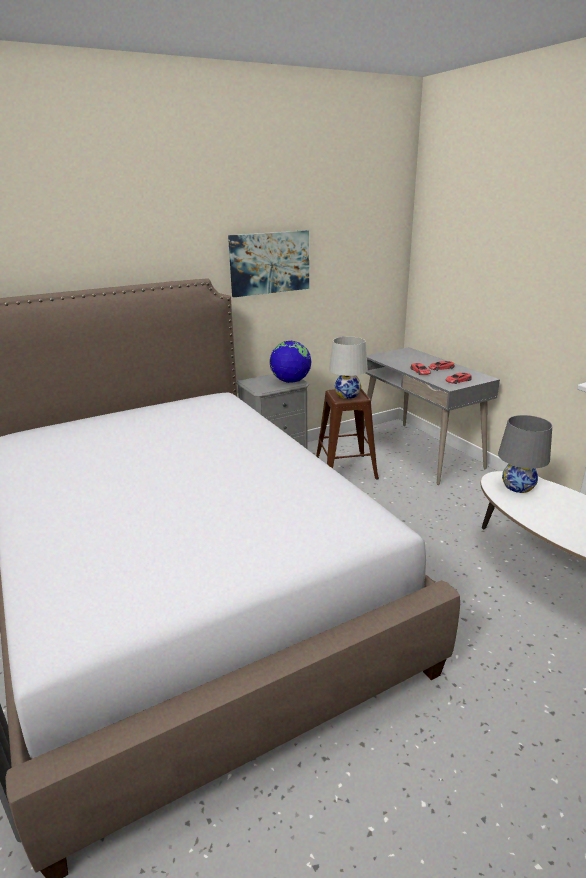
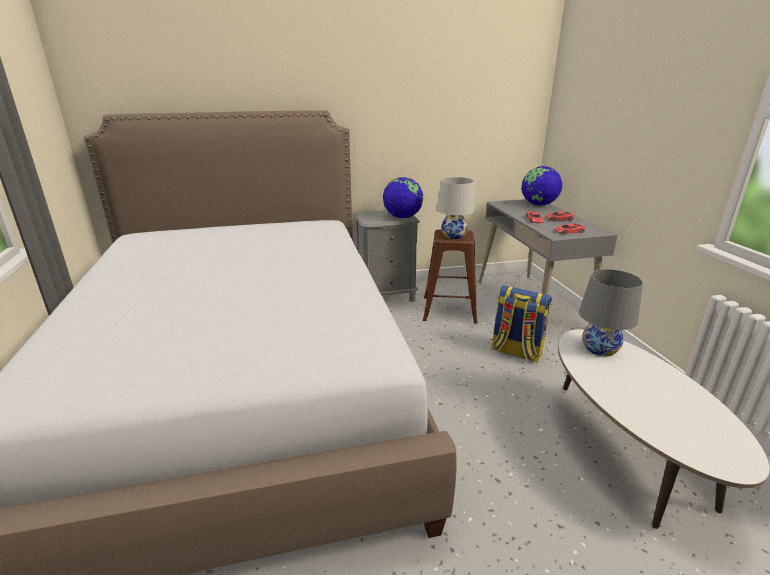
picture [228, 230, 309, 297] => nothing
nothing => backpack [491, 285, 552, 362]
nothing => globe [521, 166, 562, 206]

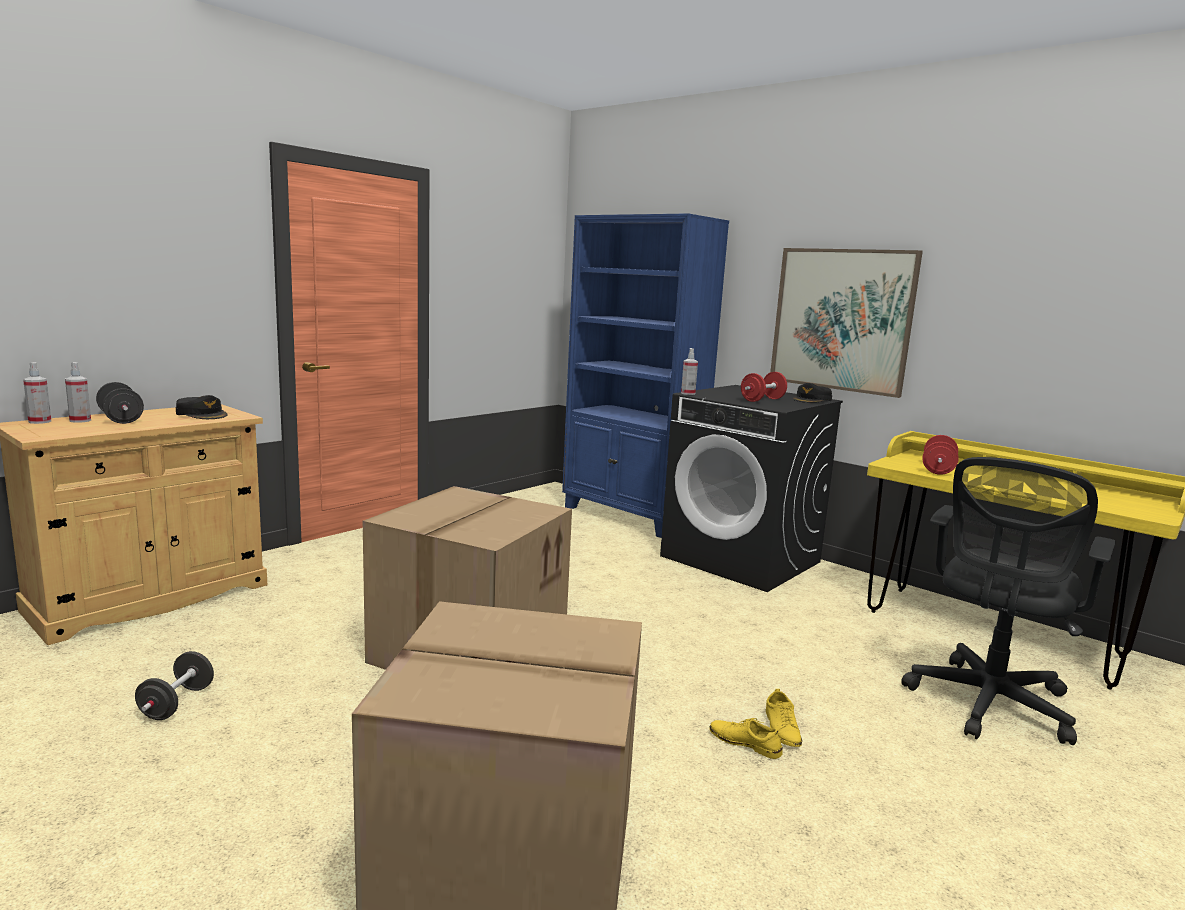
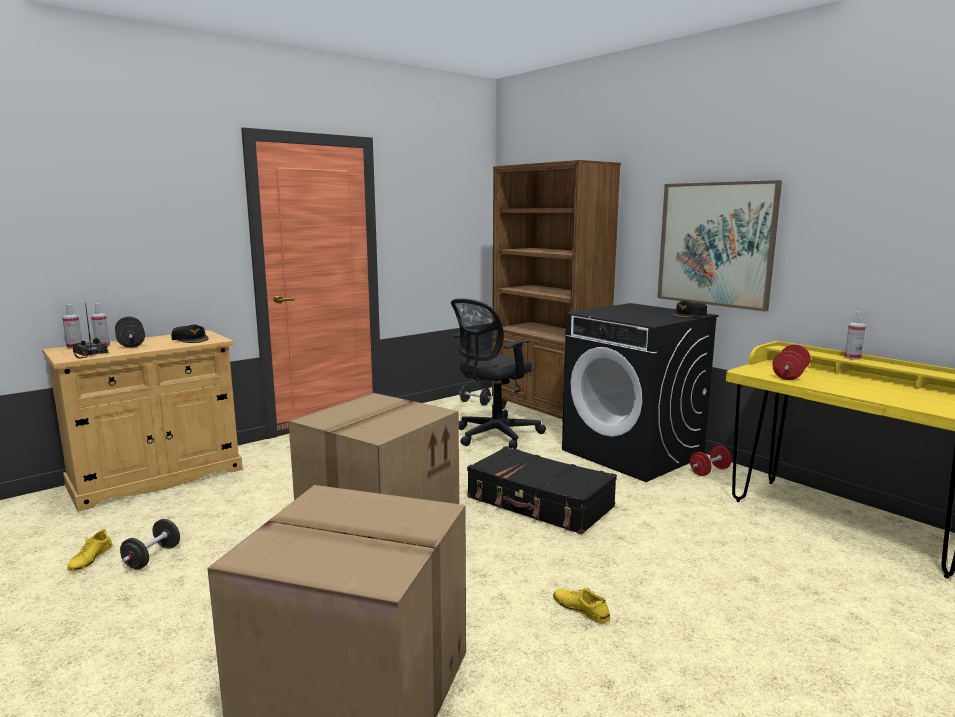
blue bookcase [562, 213, 729, 538] => brown bookcase [492, 160, 621, 422]
spray bottle [681, 348, 698, 395] => spray bottle [844, 311, 866, 360], shifted
red dumbbell [741, 372, 787, 402] => red dumbbell [690, 446, 732, 476], shifted
yellow shoe [766, 689, 802, 747] => yellow shoe [67, 529, 112, 571], shifted
black office chair [901, 457, 1116, 745] => black office chair [451, 299, 546, 449], shifted
nothing => radio [73, 303, 109, 359]
nothing => black dumbbell [459, 385, 492, 406]
nothing => black suitcase [467, 446, 617, 535]

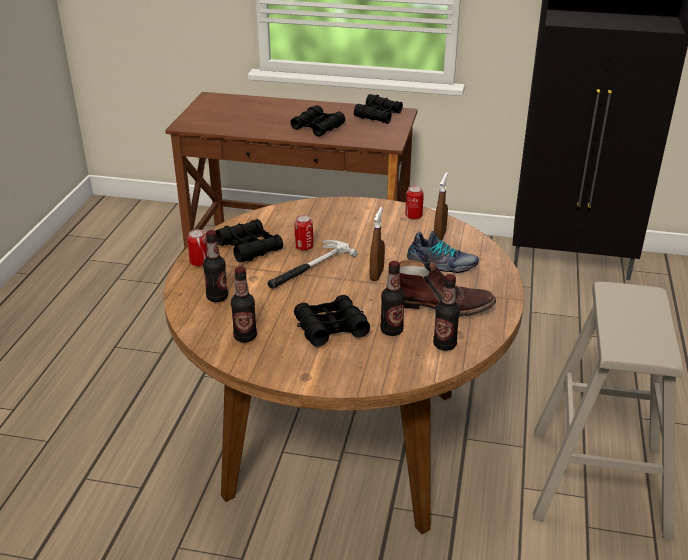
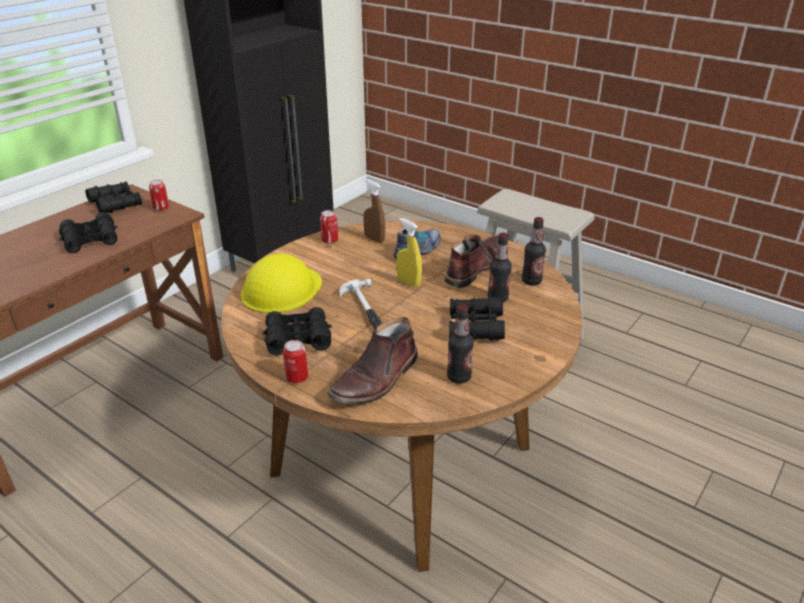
bottle [203, 230, 228, 302] => brown boot [327, 317, 418, 405]
can [295, 215, 313, 251] => can [149, 180, 169, 211], shifted
brown spray bottle [370, 207, 385, 281] => yellow spray bottle [396, 218, 422, 288]
nothing => yellow hard hat [241, 254, 322, 313]

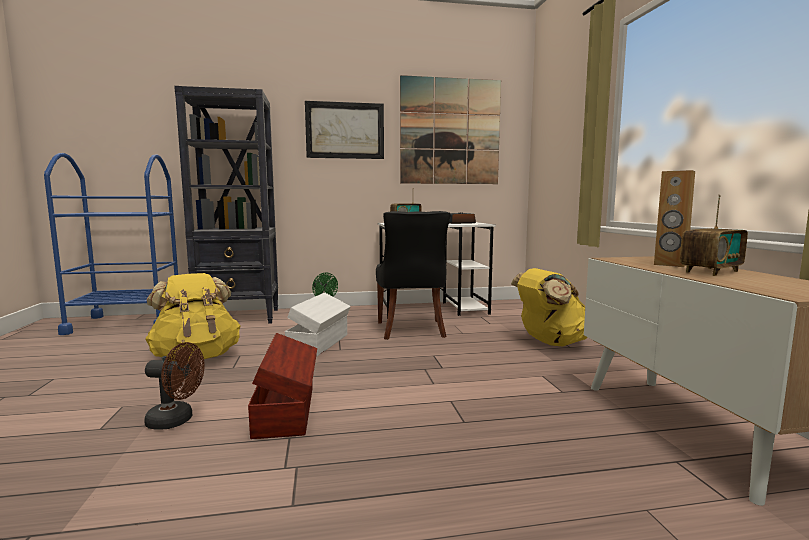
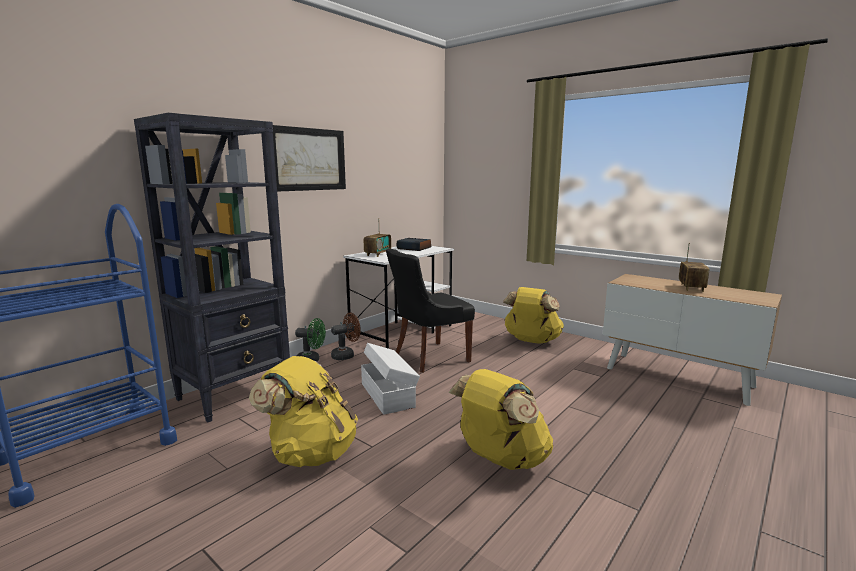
brown fan [144, 342, 205, 430] => brown fan [331, 313, 361, 360], shifted
brown storage box [248, 333, 317, 439] => yellow backpack [448, 369, 553, 470]
black chair [376, 211, 451, 340] => black chair [386, 249, 475, 373], 105 degrees clockwise
picture [400, 75, 501, 184] => nothing
brown speaker [654, 170, 695, 267] => nothing

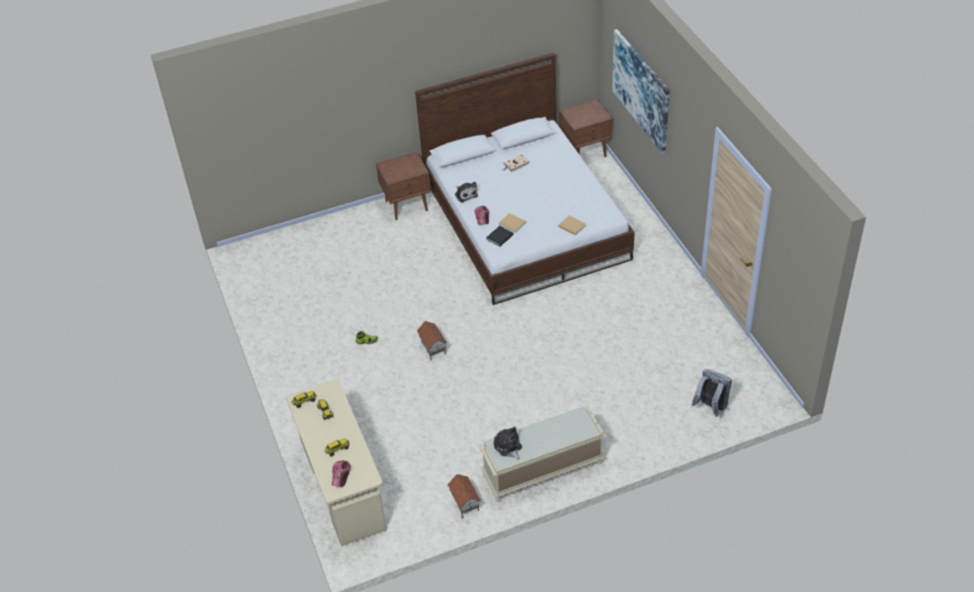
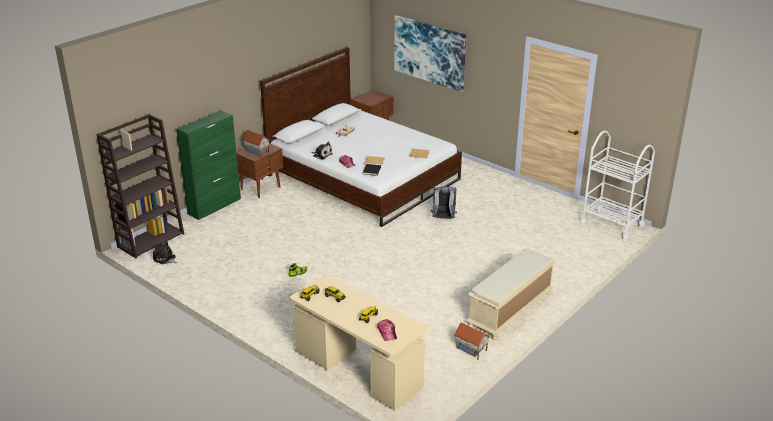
toy house [417, 321, 447, 360] => toy house [242, 130, 270, 158], shifted
plush toy [494, 427, 522, 460] => plush toy [153, 241, 177, 264], shifted
grey backpack [691, 370, 732, 417] => grey backpack [431, 187, 457, 219], shifted
nothing => brown bookcase [96, 114, 184, 258]
nothing => green cabinet [176, 111, 241, 220]
nothing => white cart [579, 130, 655, 242]

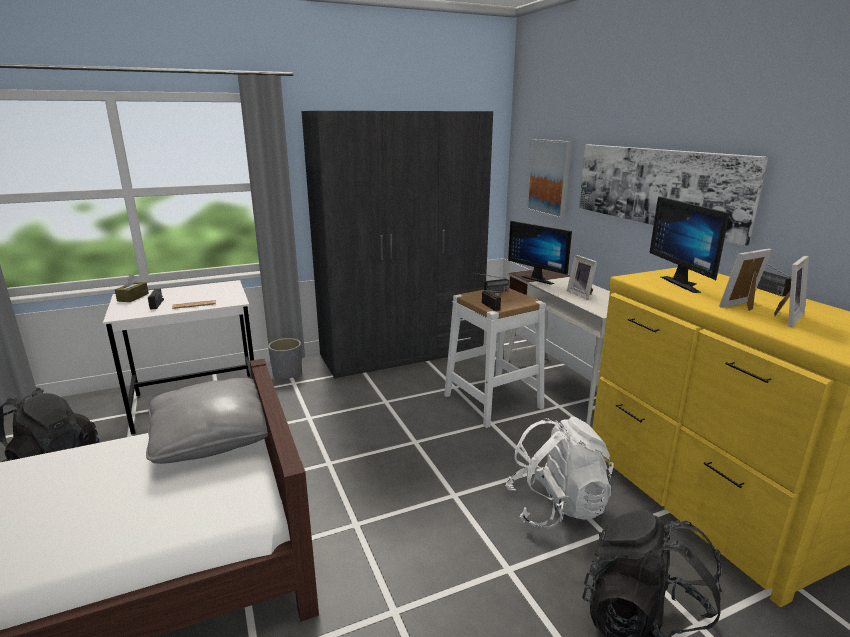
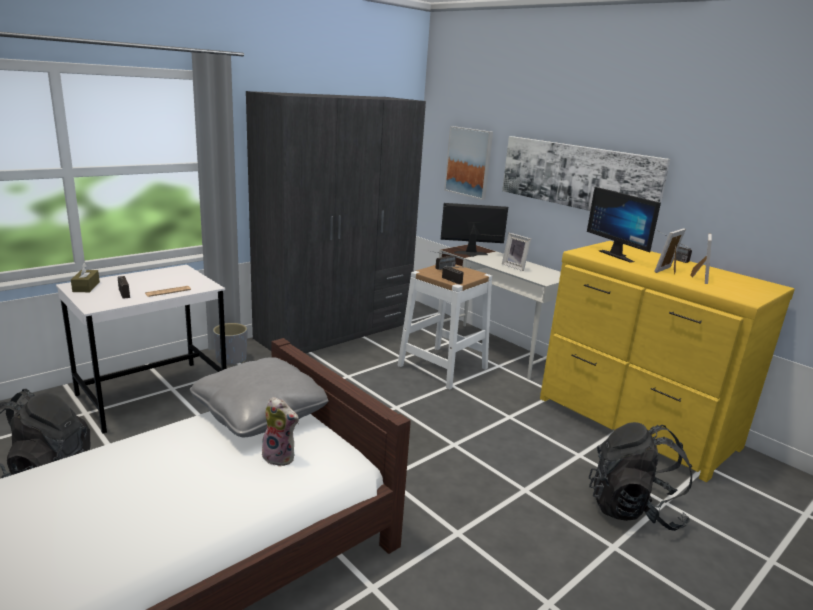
white backpack [505, 416, 614, 529] => nothing
monitor [508, 221, 572, 285] => monitor [440, 203, 508, 257], 150 degrees clockwise
nothing => plush toy [262, 397, 299, 467]

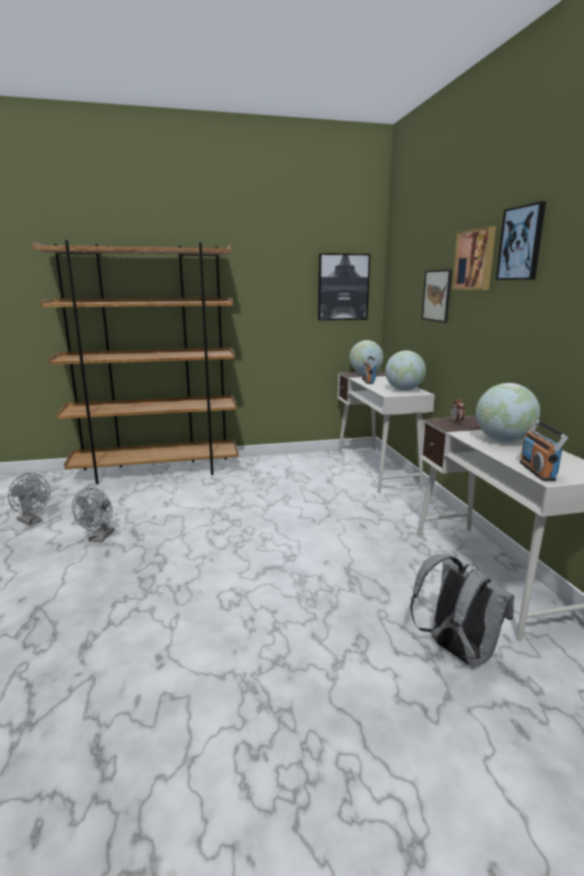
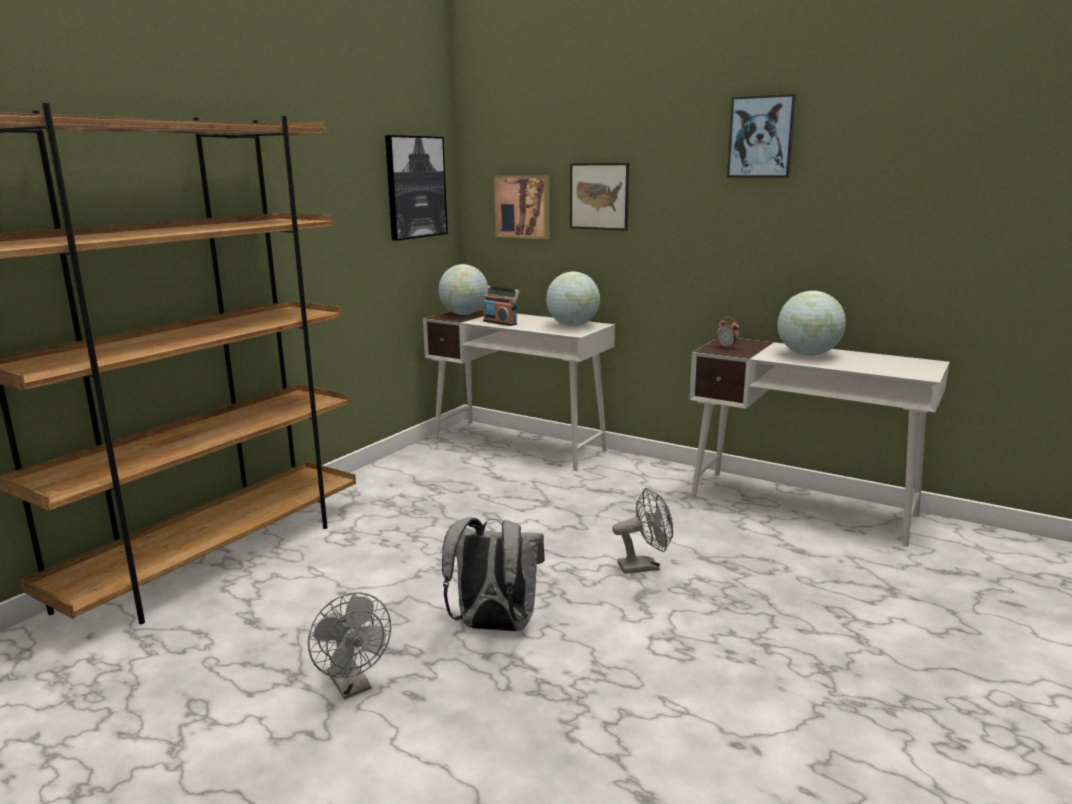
grey fan [8, 473, 50, 526] => grey fan [612, 488, 673, 574], shifted
grey backpack [410, 554, 515, 667] => grey backpack [442, 517, 545, 631], shifted
picture [452, 226, 496, 290] => picture [494, 175, 550, 239], shifted
radio [520, 420, 568, 481] => nothing

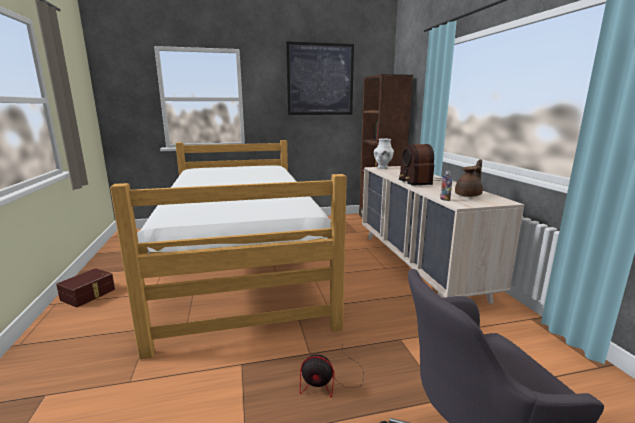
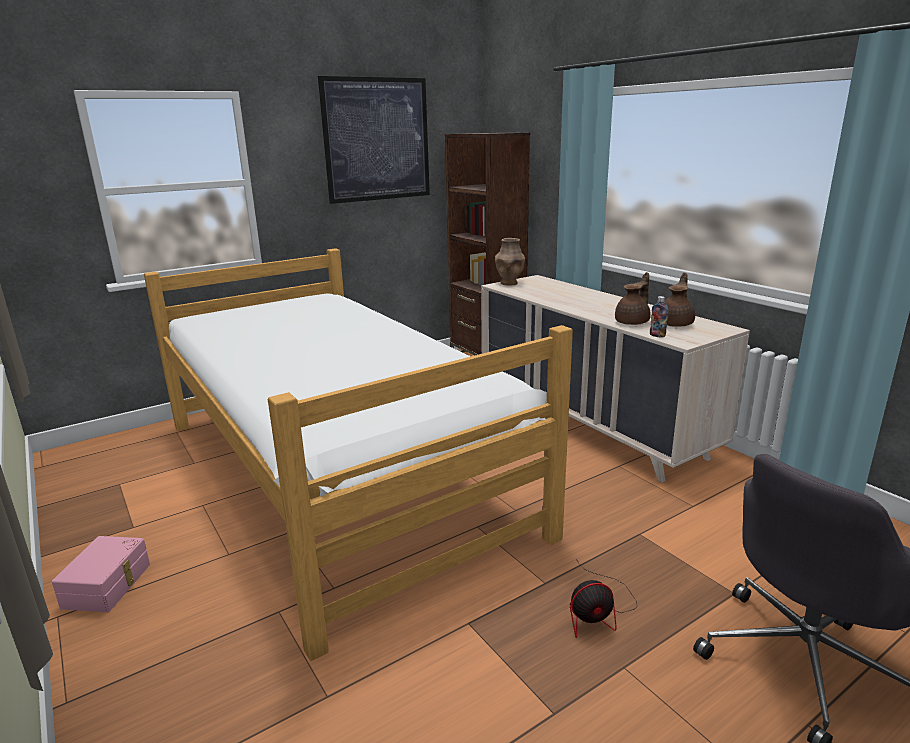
brown storage box [56, 268, 115, 307] => pink storage box [52, 536, 150, 612]
white vase [374, 138, 394, 169] => brown vase [495, 238, 525, 286]
radio [399, 144, 442, 186] => nothing
nothing => brown teapot [615, 272, 651, 325]

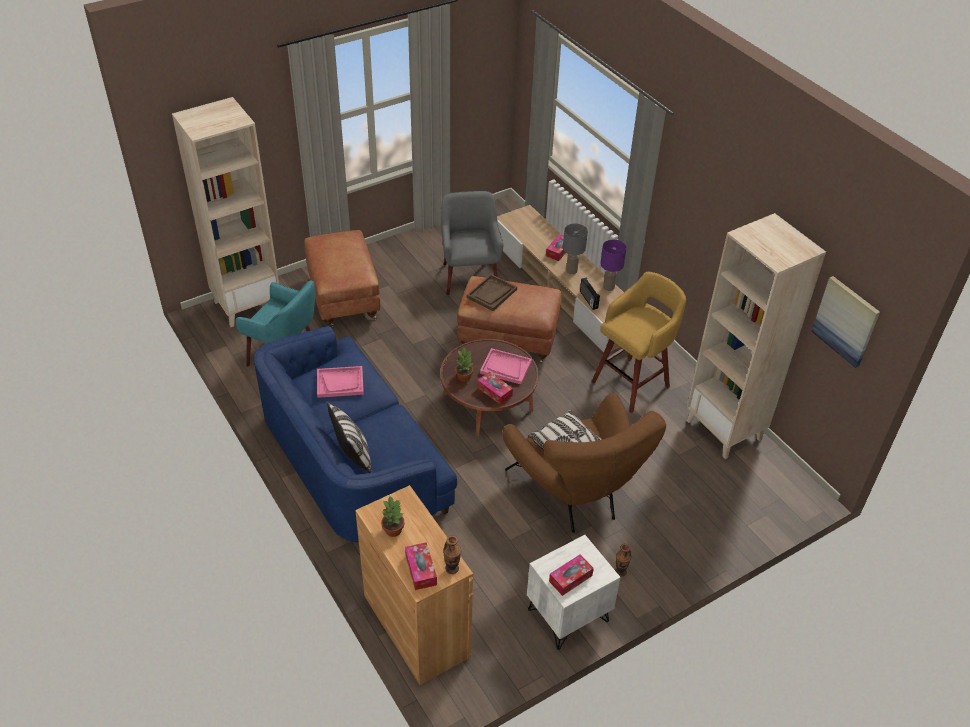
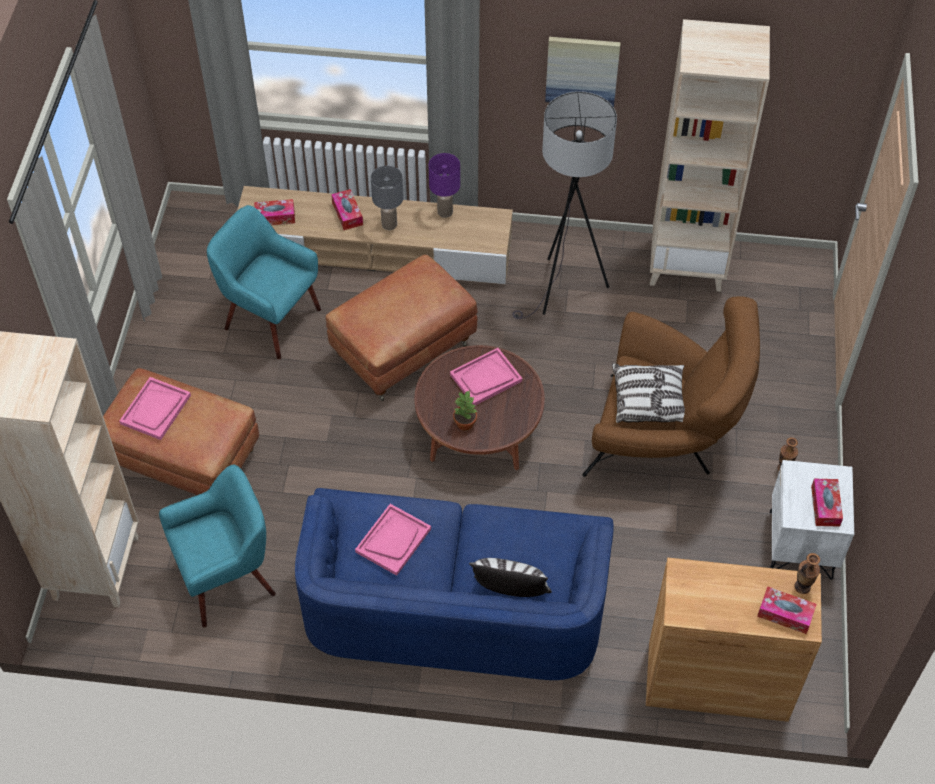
potted plant [381, 497, 404, 537] => nothing
grey armchair [441, 191, 503, 295] => turquoise armchair [207, 205, 321, 359]
brown tray [467, 274, 517, 311] => nothing
tissue box [477, 372, 513, 405] => tissue box [254, 199, 295, 225], shifted
radio [580, 278, 600, 310] => nothing
yellow stool [592, 272, 686, 413] => grey floor lamp [513, 91, 617, 319]
picture [811, 276, 880, 368] => picture [545, 37, 621, 107], shifted
nothing => pink tray [119, 377, 191, 440]

